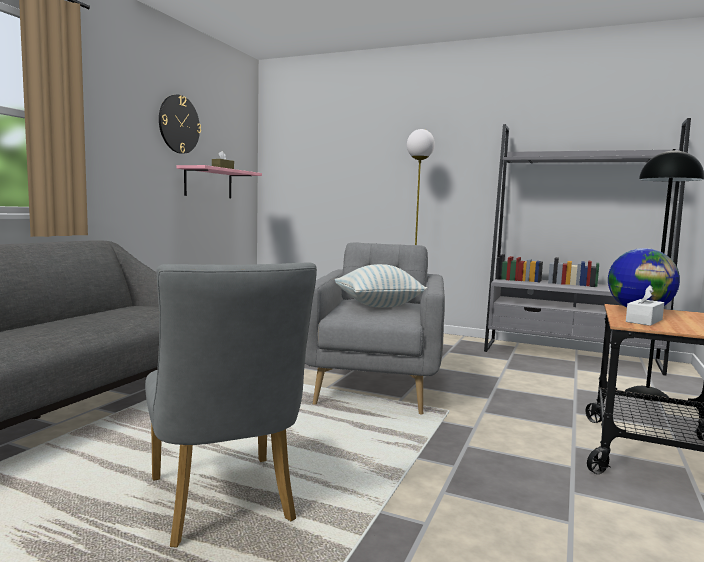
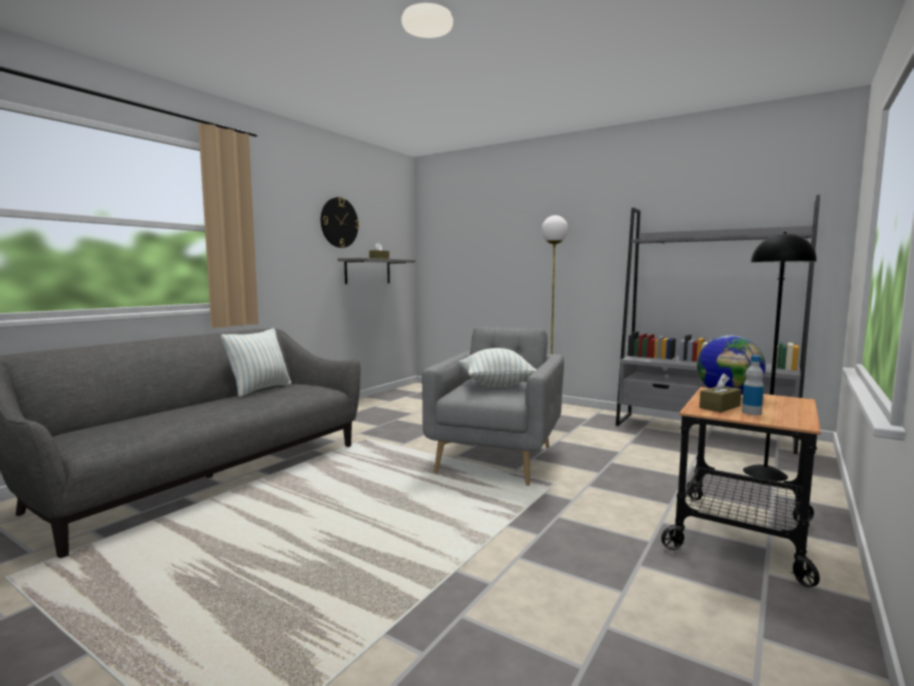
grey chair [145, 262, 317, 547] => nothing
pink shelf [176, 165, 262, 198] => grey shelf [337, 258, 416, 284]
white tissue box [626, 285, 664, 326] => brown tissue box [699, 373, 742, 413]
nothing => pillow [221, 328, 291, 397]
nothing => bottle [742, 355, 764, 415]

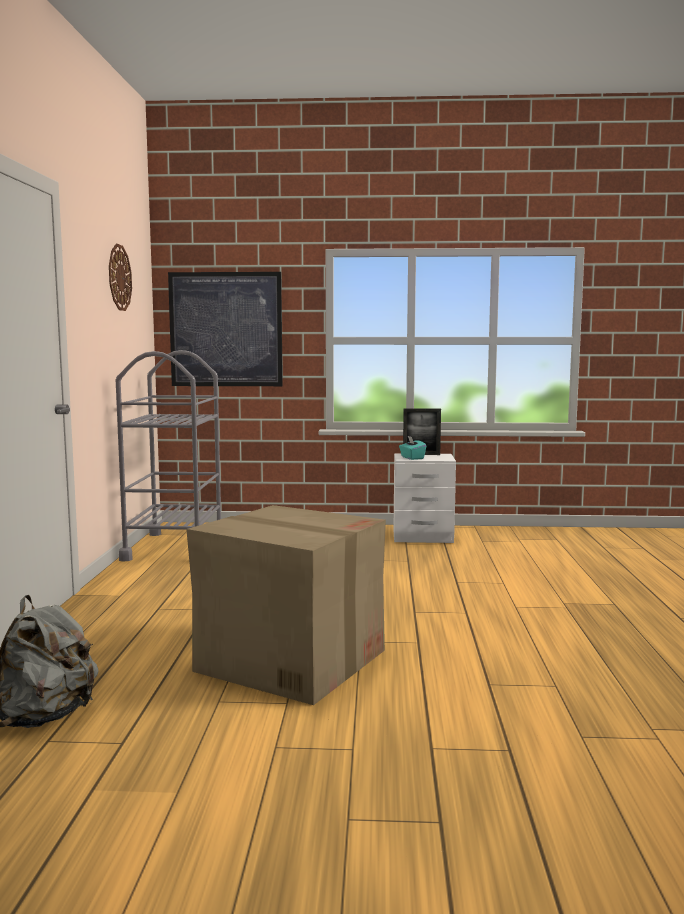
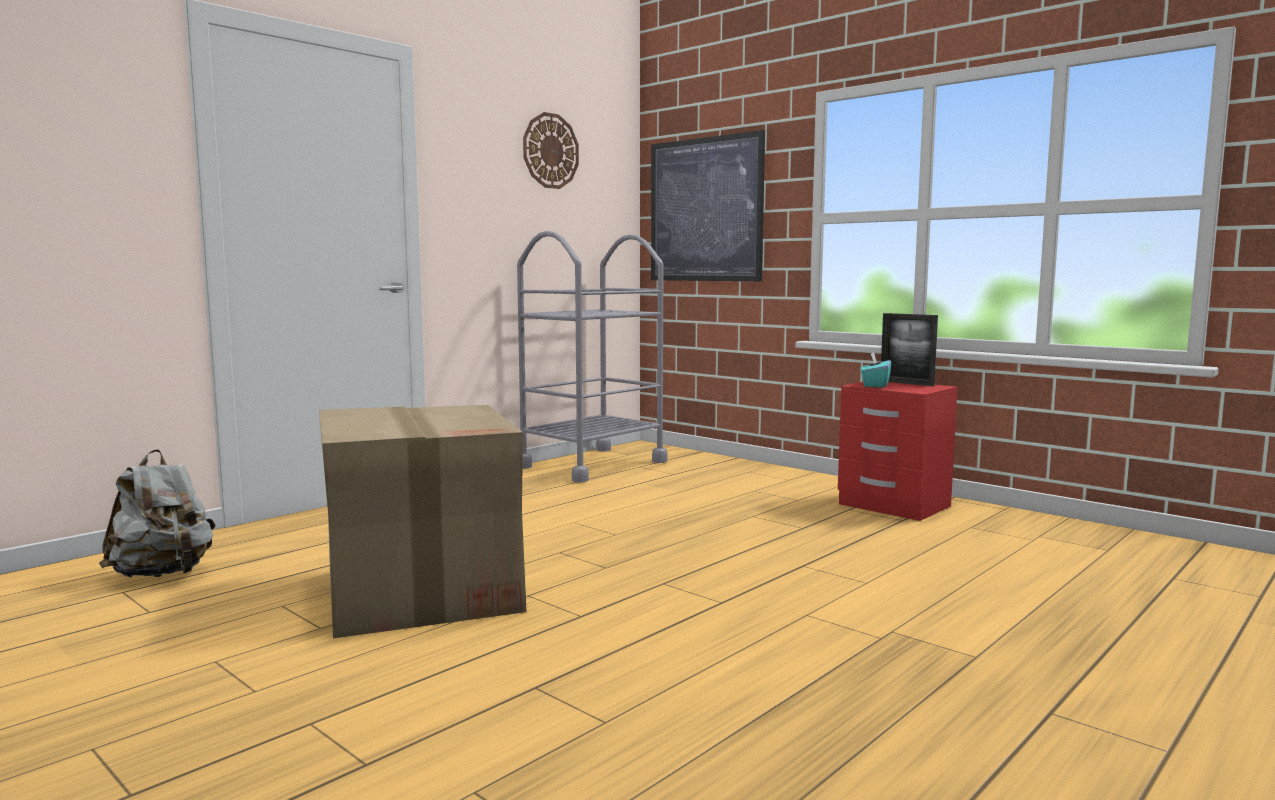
white nightstand [393, 453, 456, 543] => red nightstand [838, 382, 958, 521]

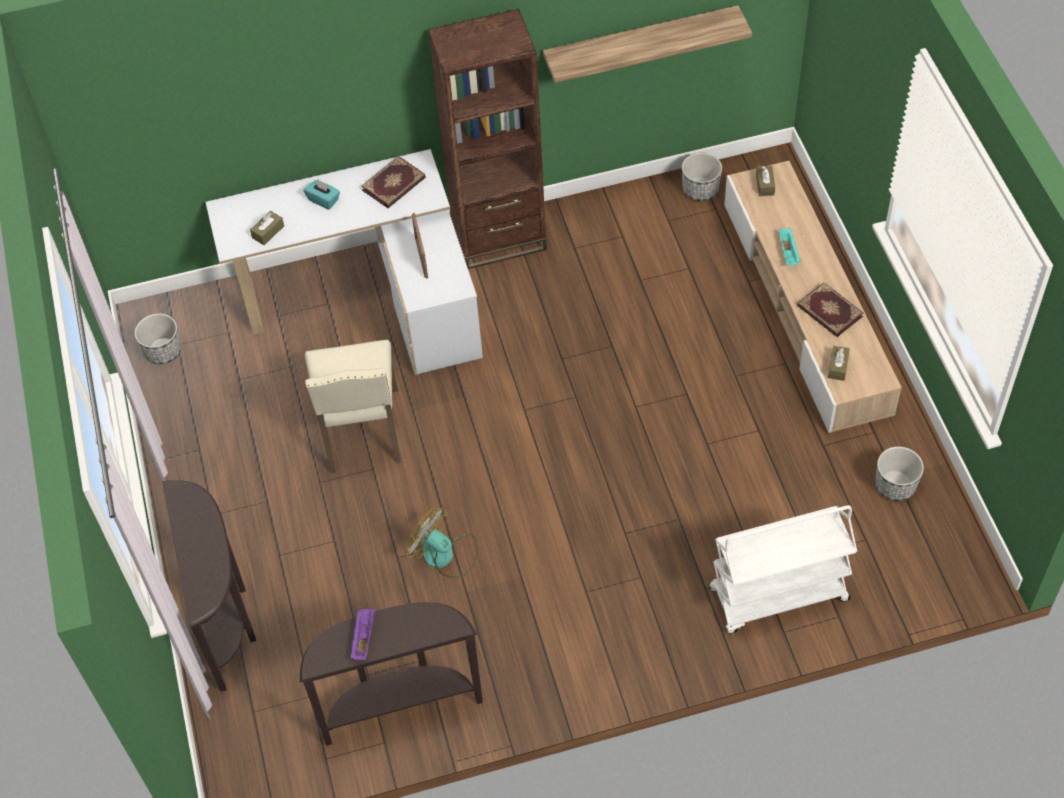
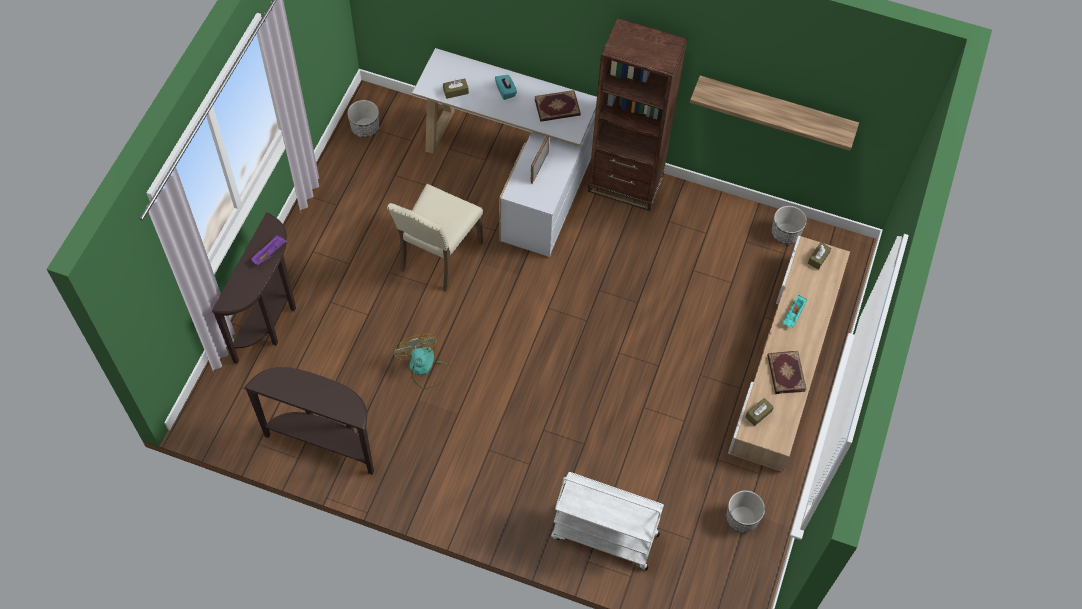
purple tray [351, 609, 375, 660] => purple tray [251, 235, 287, 265], shifted

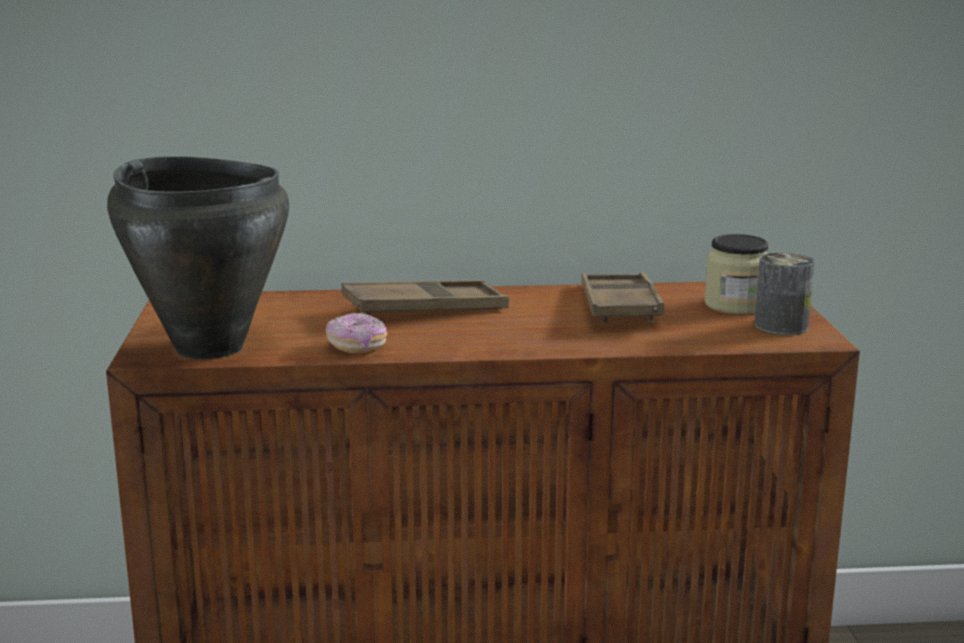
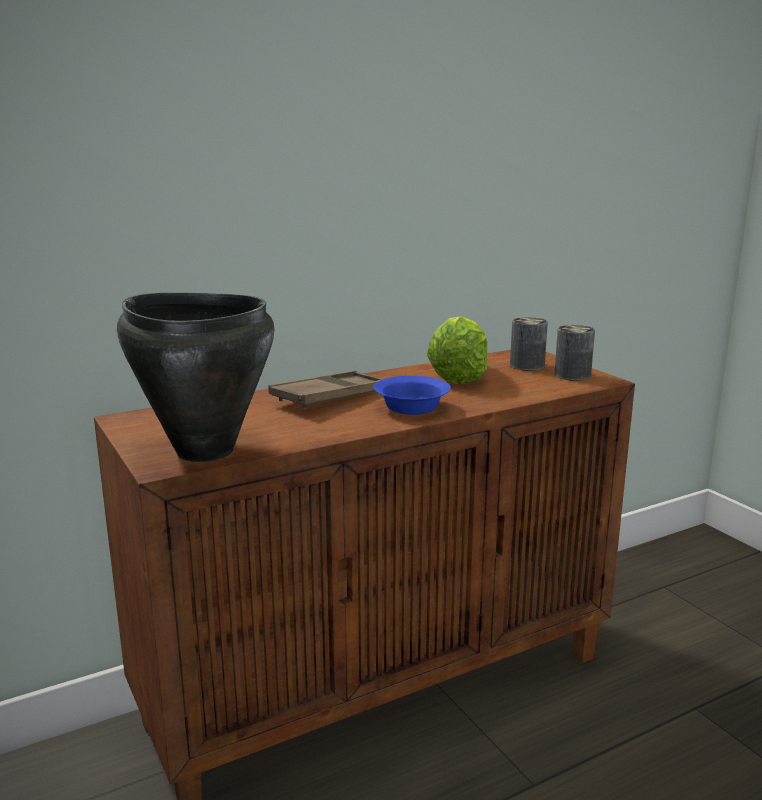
donut [326, 313, 387, 353] => nothing
brown tray [581, 272, 664, 322] => lettuce [427, 316, 489, 384]
jar [704, 234, 769, 314] => can [510, 317, 548, 371]
nothing => blue bowl [374, 375, 451, 415]

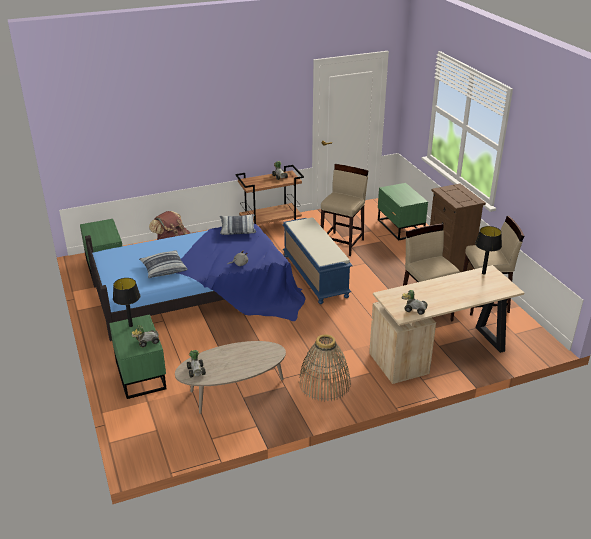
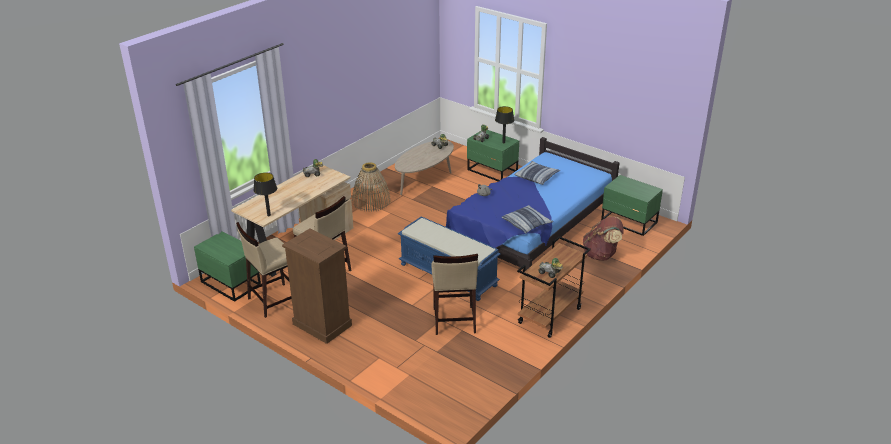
green nightstand [378, 183, 428, 241] => green nightstand [194, 231, 261, 302], shifted

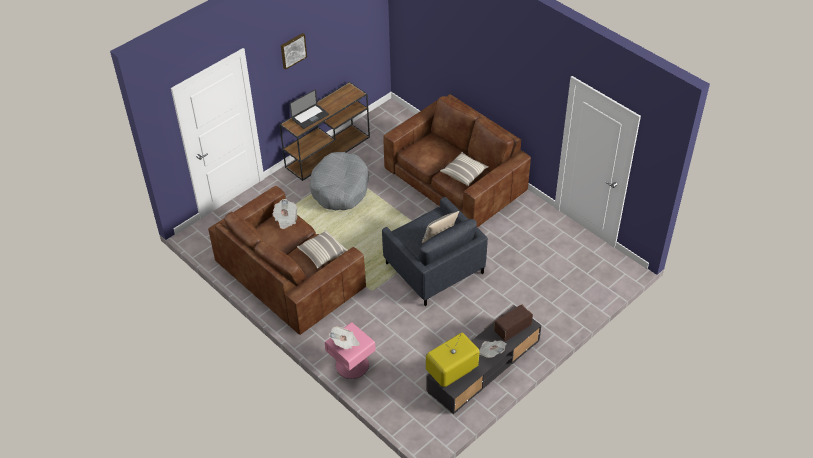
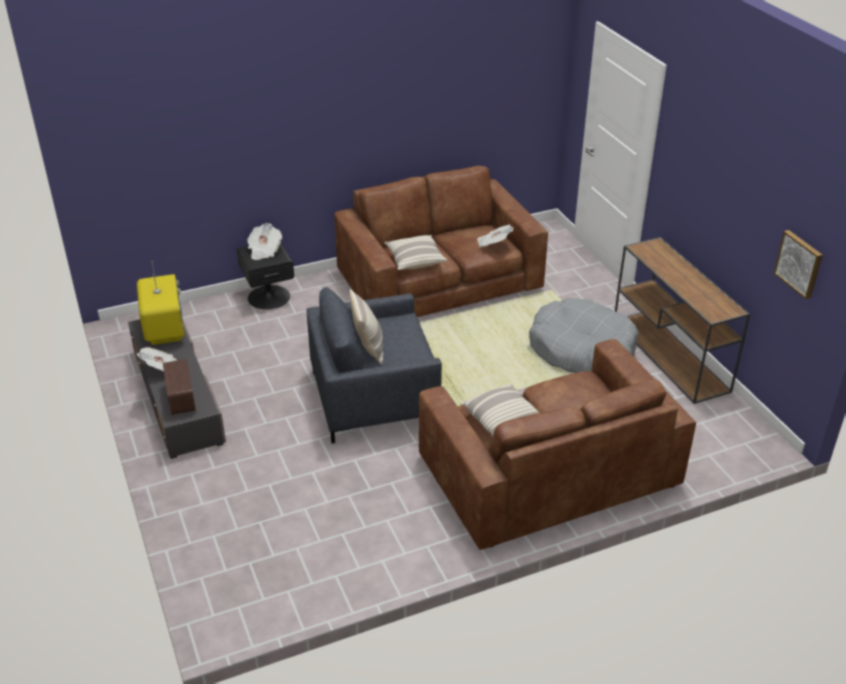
picture [281, 33, 307, 70] => picture [774, 230, 823, 299], shifted
laptop [290, 89, 329, 129] => nothing
pink nightstand [325, 322, 376, 379] => black nightstand [237, 242, 294, 310]

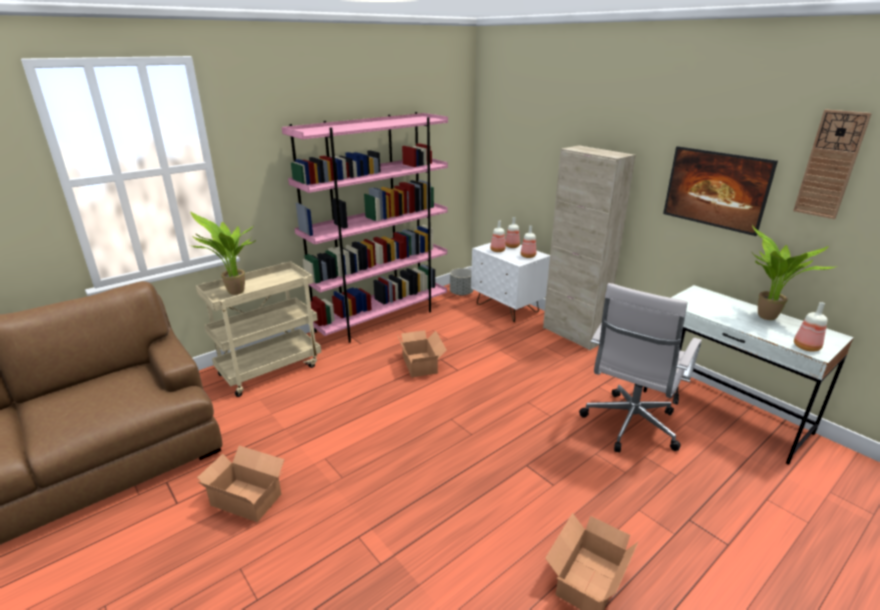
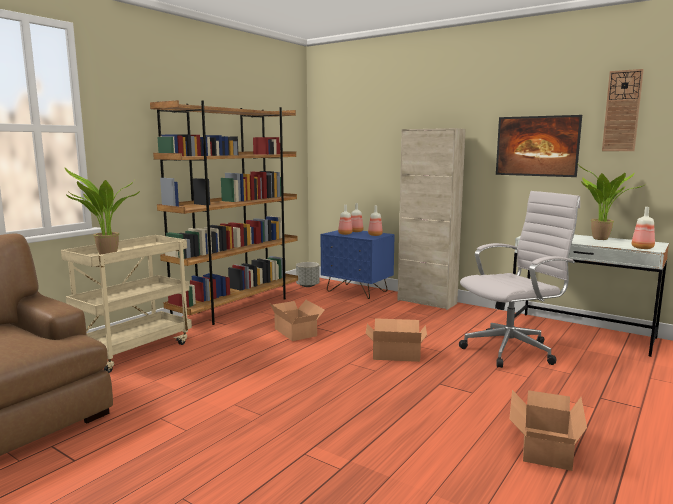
cardboard box [197, 446, 285, 522] => cardboard box [366, 318, 427, 362], shifted
pink bookcase [282, 112, 448, 343] => brown bookcase [150, 100, 298, 325]
white nightstand [471, 239, 550, 322] => blue nightstand [321, 230, 395, 299]
white office chair [579, 283, 702, 452] => white office chair [459, 191, 580, 368], 135 degrees counterclockwise

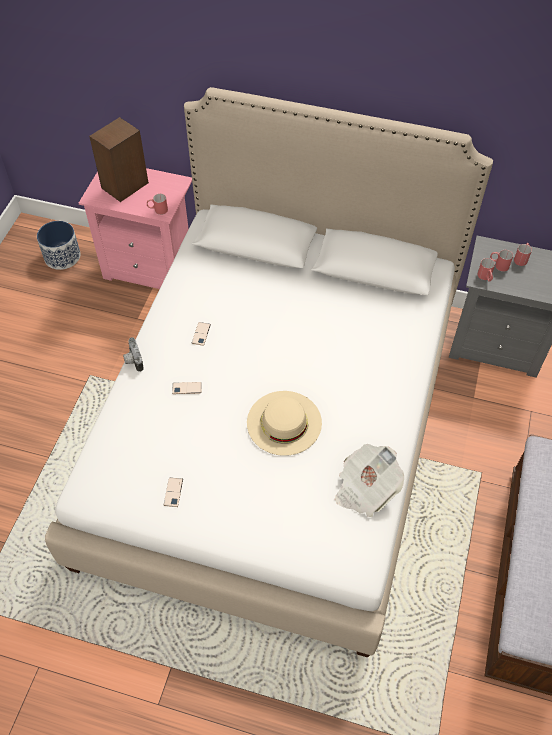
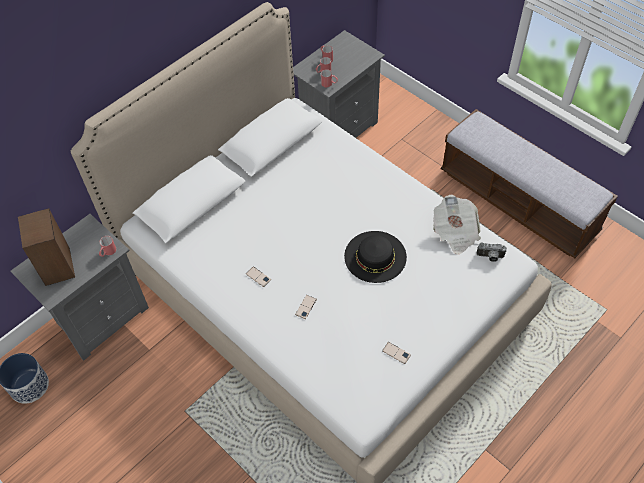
pink nightstand [79, 168, 192, 289] => grey nightstand [11, 214, 149, 361]
photo camera [123, 337, 144, 372] => photo camera [476, 242, 507, 262], shifted
beige hat [247, 391, 322, 456] => black hat [344, 231, 407, 283]

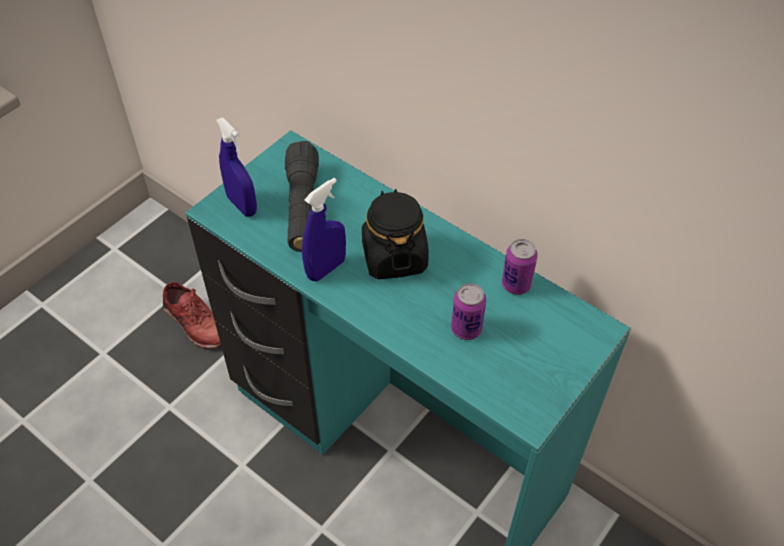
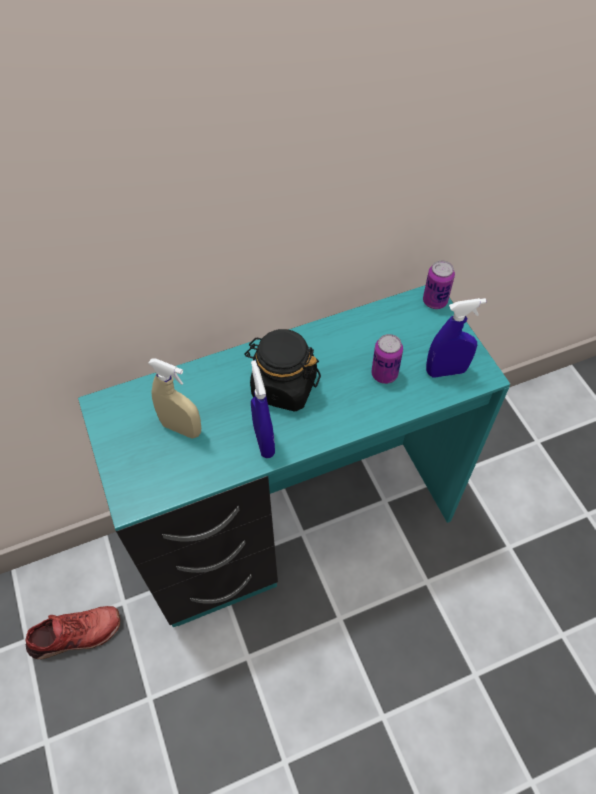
blue spray bottle [216, 117, 257, 217] => blue spray bottle [426, 298, 486, 378], shifted
black flashlight [285, 141, 319, 252] => beige spray bottle [148, 358, 201, 439]
can [502, 239, 538, 295] => can [423, 261, 455, 309], shifted

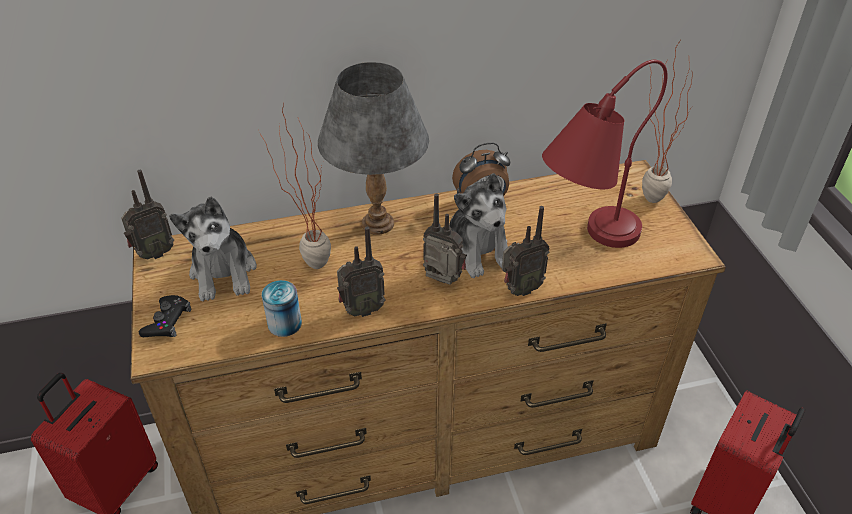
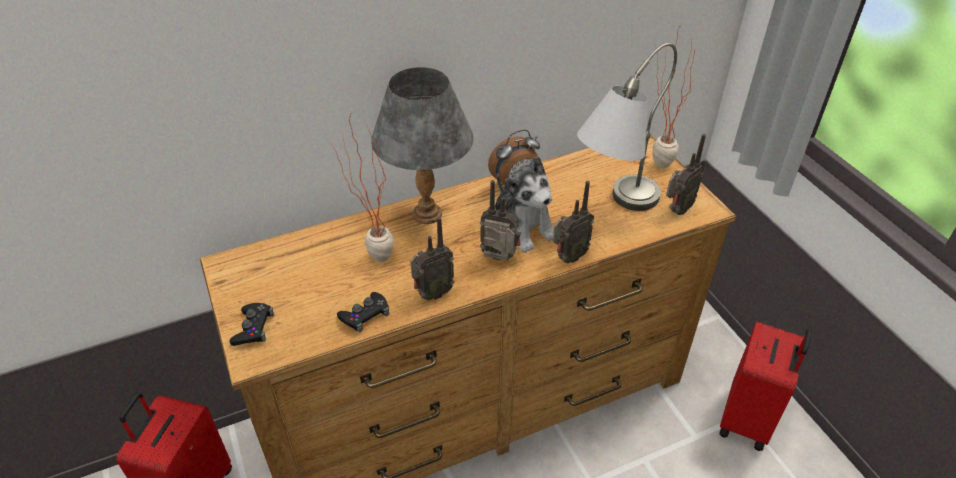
radio [121, 170, 174, 259] => radio [666, 134, 706, 215], shifted
plush toy [169, 197, 257, 301] => nothing
can [262, 280, 302, 337] => black game controller [337, 292, 389, 332]
red table lamp [542, 60, 668, 248] => grey table lamp [577, 43, 677, 211]

